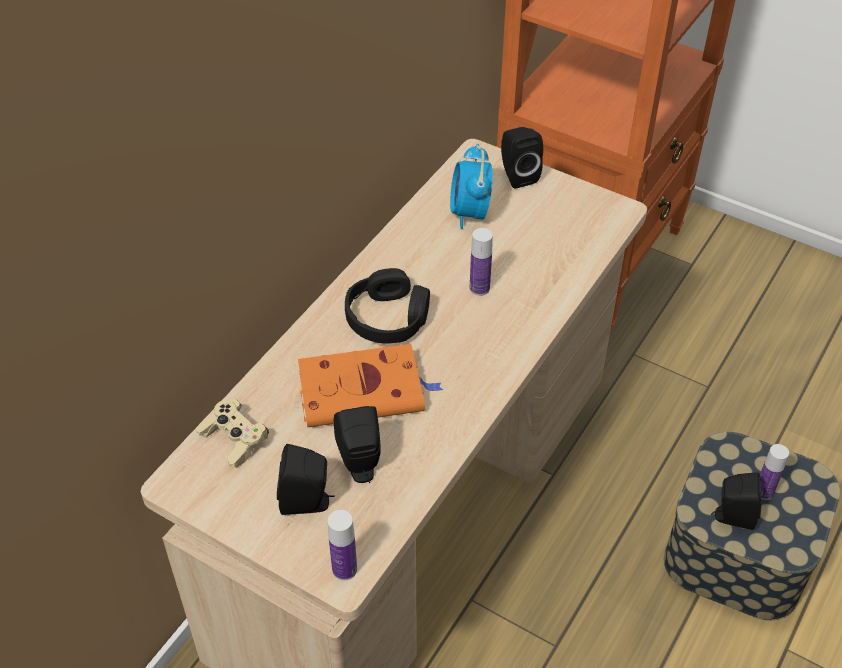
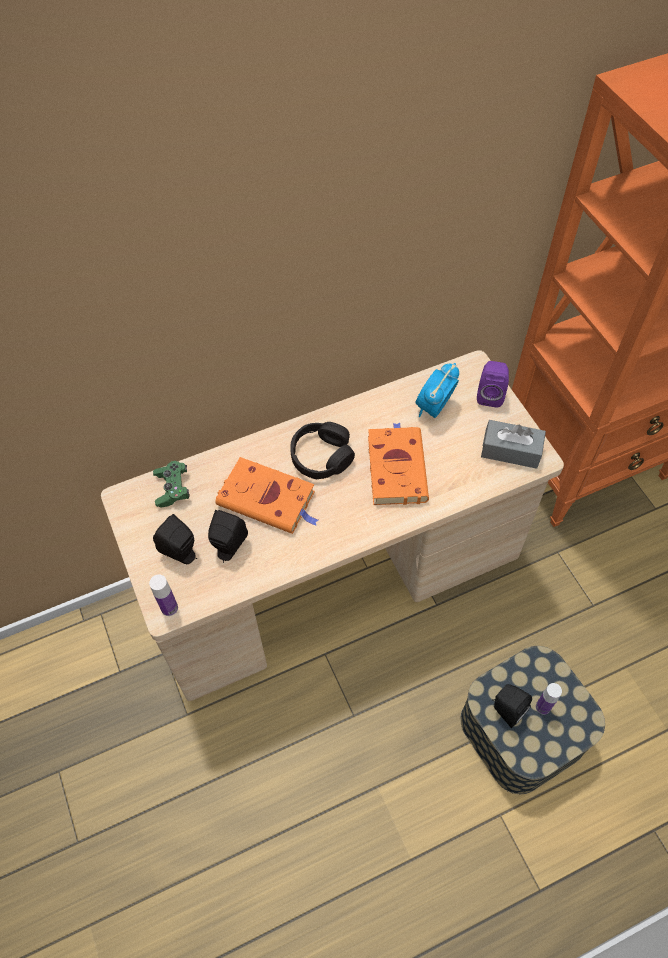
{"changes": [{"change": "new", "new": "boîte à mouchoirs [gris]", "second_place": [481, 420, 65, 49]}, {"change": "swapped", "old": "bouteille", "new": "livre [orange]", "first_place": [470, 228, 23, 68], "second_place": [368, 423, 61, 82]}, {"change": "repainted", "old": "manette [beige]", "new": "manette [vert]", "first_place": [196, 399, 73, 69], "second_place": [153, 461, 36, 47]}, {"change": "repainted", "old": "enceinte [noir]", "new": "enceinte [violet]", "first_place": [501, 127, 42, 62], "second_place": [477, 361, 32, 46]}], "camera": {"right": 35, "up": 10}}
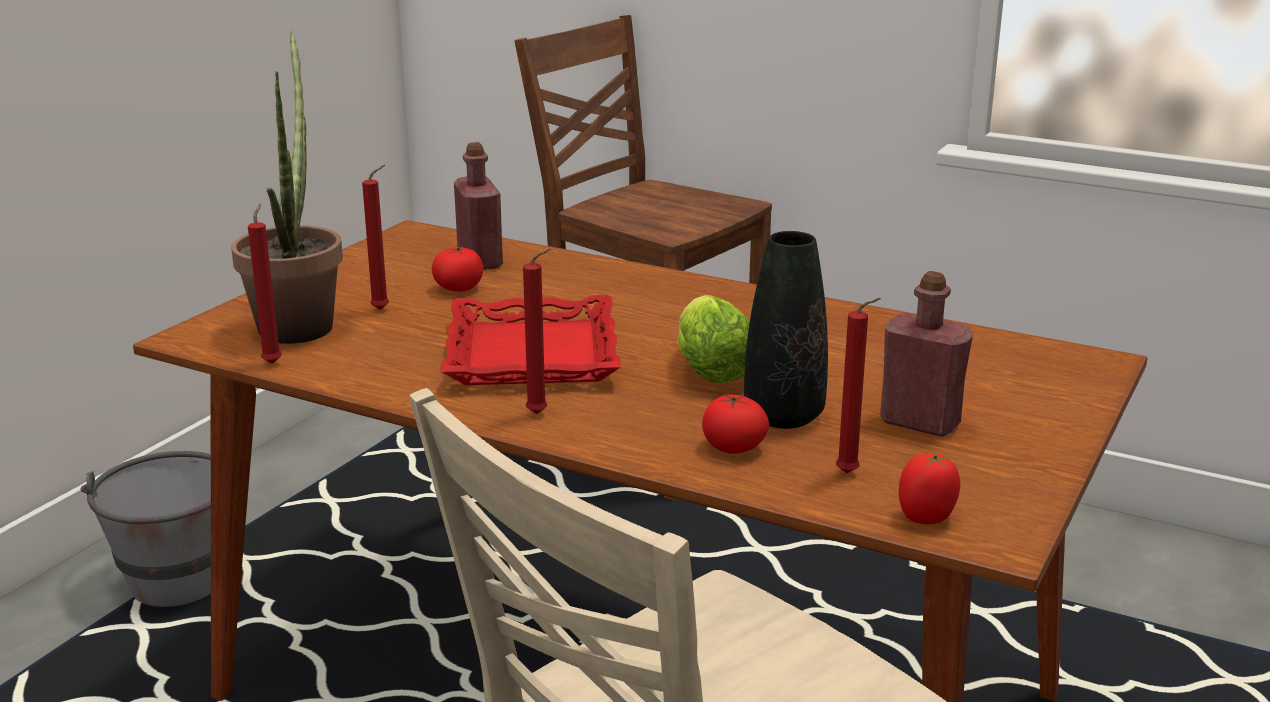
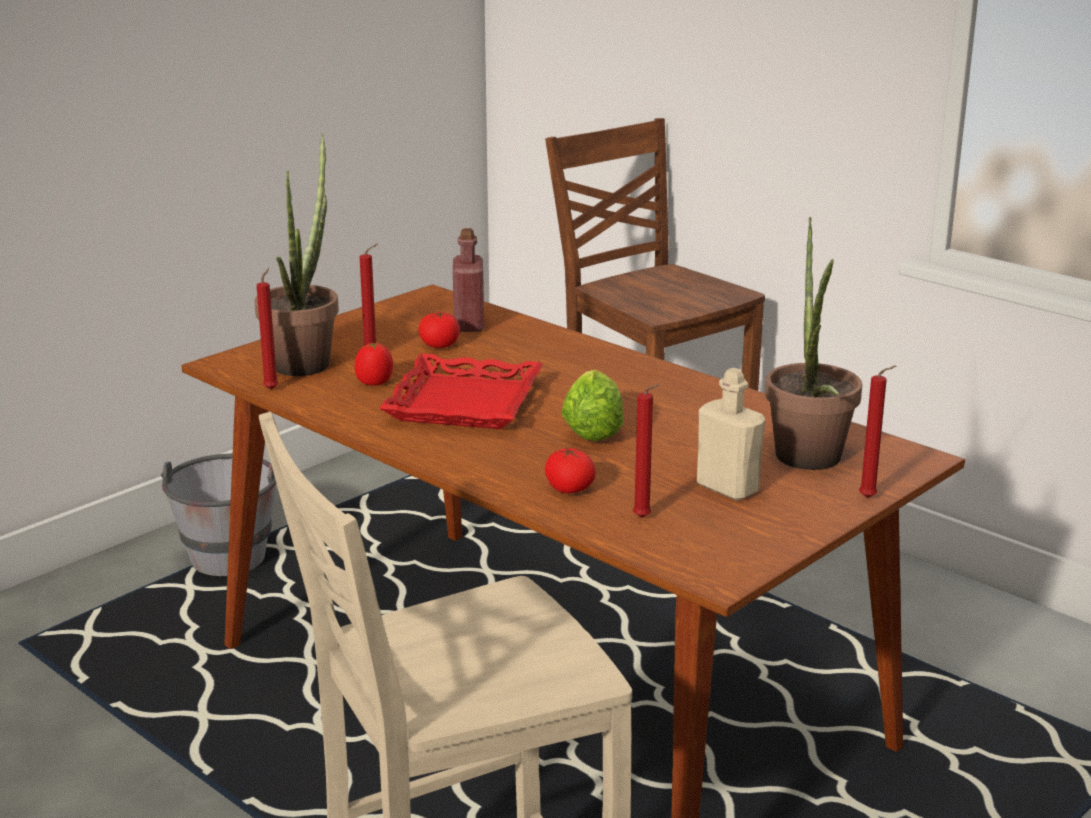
{"changes": [{"change": "gone", "old": "vase [noir]", "first_place": [744, 231, 84, 198]}, {"change": "new", "new": "plante en pot", "second_place": [765, 217, 97, 253]}, {"change": "shifted", "old": "bougie [rouge]", "first_place": [523, 248, 28, 166], "second_place": [859, 366, 37, 132]}, {"change": "shifted", "old": "tomate", "first_place": [899, 452, 61, 72], "second_place": [355, 343, 38, 42]}, {"change": "repainted", "old": "bouteille [rouge]", "new": "bouteille [beige]", "first_place": [880, 271, 93, 166], "second_place": [697, 368, 68, 133]}], "camera": {"right": 15, "up": 0}}
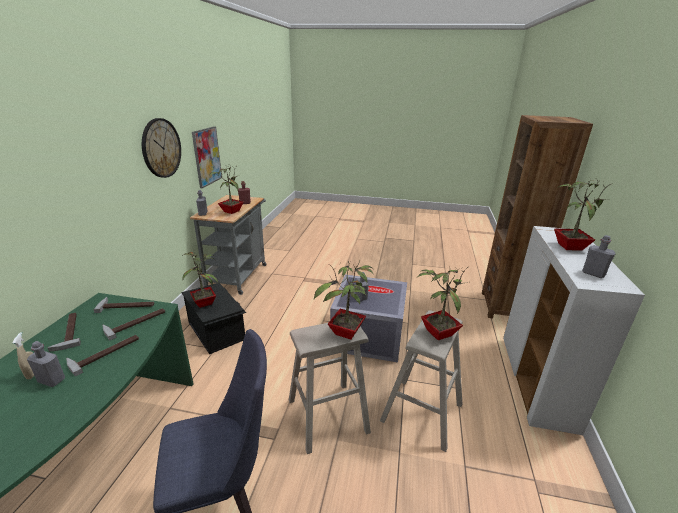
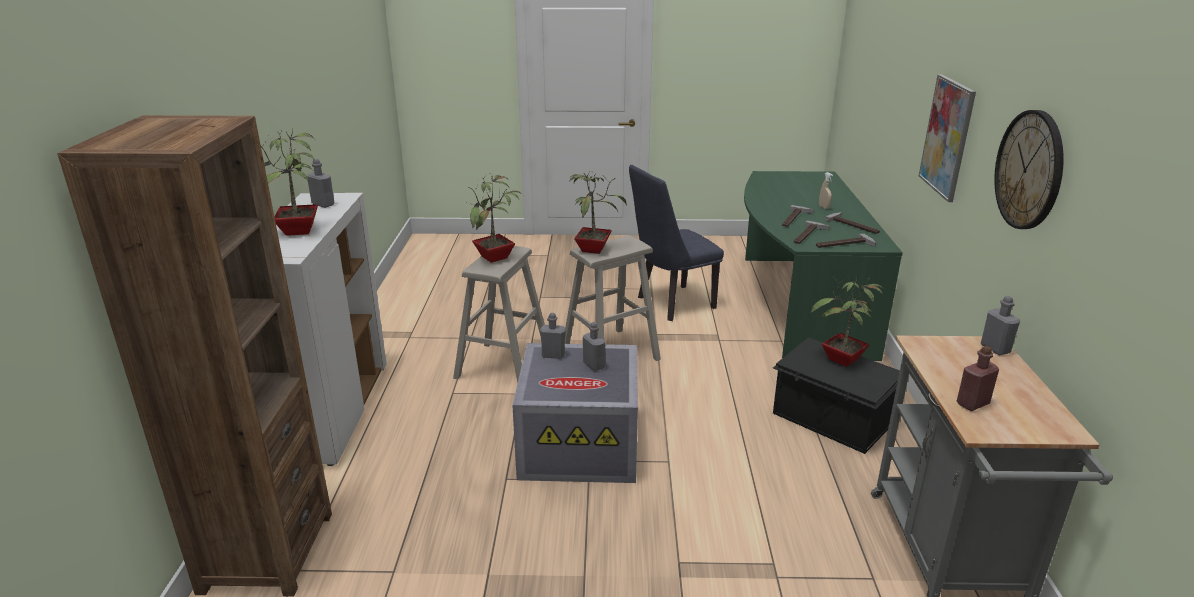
{"changes": [{"change": "gone", "old": "plante en pot", "first_place": [208, 165, 36, 49]}, {"change": "shifted", "old": "bouteille [gris]", "first_place": [27, 341, 38, 46], "second_place": [540, 313, 26, 46]}, {"change": "shifted", "old": "tableau", "first_place": [192, 126, 30, 62], "second_place": [919, 74, 57, 128]}], "camera": {"right": 170, "up": 0}}
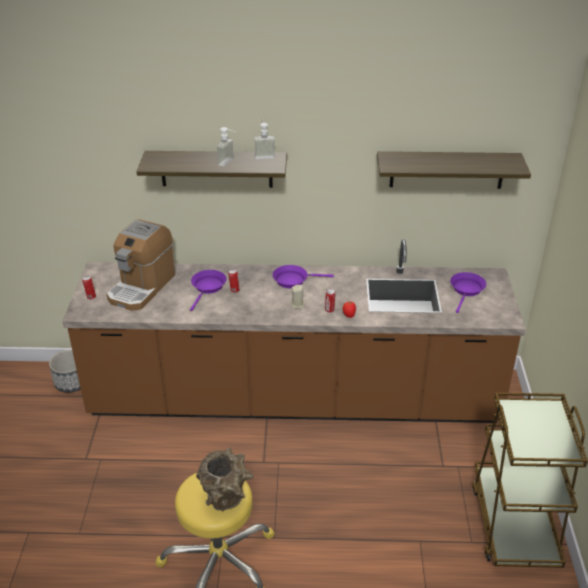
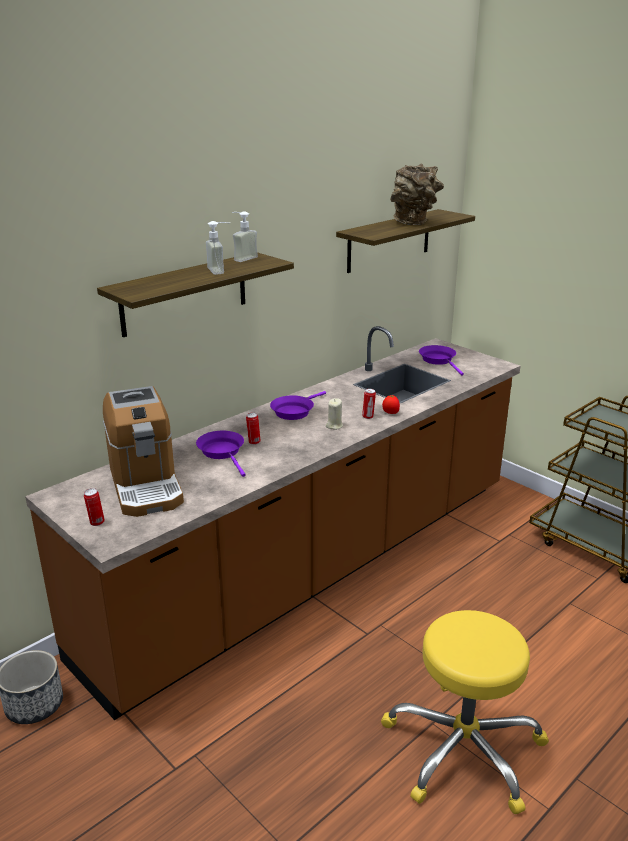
{"changes": [{"change": "shifted", "old": "vase [marron]", "first_place": [196, 448, 57, 63], "second_place": [390, 164, 54, 61]}], "camera": {"right": -45, "up": -10}}
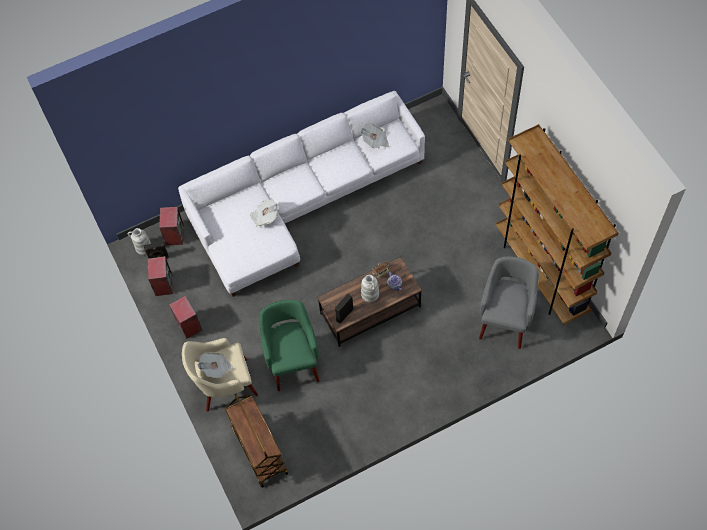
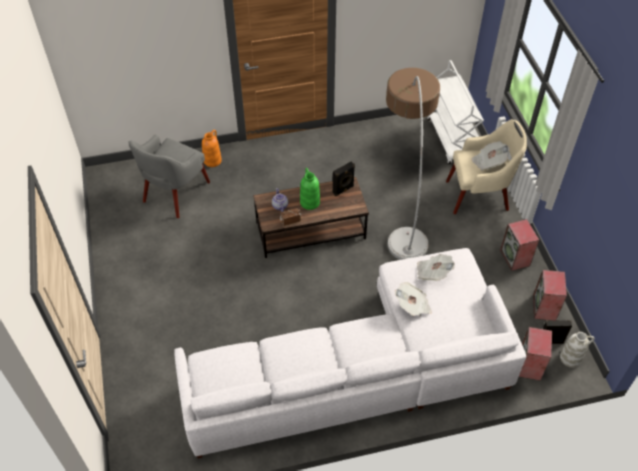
{"changes": [{"change": "gone", "old": "bibliothèque [marron]", "first_place": [496, 124, 122, 201]}, {"change": "new", "new": "vase [orange]", "second_place": [202, 130, 20, 37]}, {"change": "shifted", "old": "journal", "first_place": [360, 123, 29, 25], "second_place": [417, 254, 38, 27]}, {"change": "swapped", "old": "fauteuil [vert]", "new": "lampadaire", "first_place": [259, 300, 61, 91], "second_place": [386, 68, 54, 192]}, {"change": "repainted", "old": "chariot [marron]", "new": "chariot [blanc]", "first_place": [225, 394, 63, 94], "second_place": [427, 60, 57, 104]}, {"change": "repainted", "old": "vase [blanc]", "new": "vase [vert]", "first_place": [361, 275, 18, 27], "second_place": [300, 168, 20, 42]}], "camera": {"right": -170, "up": -10}}
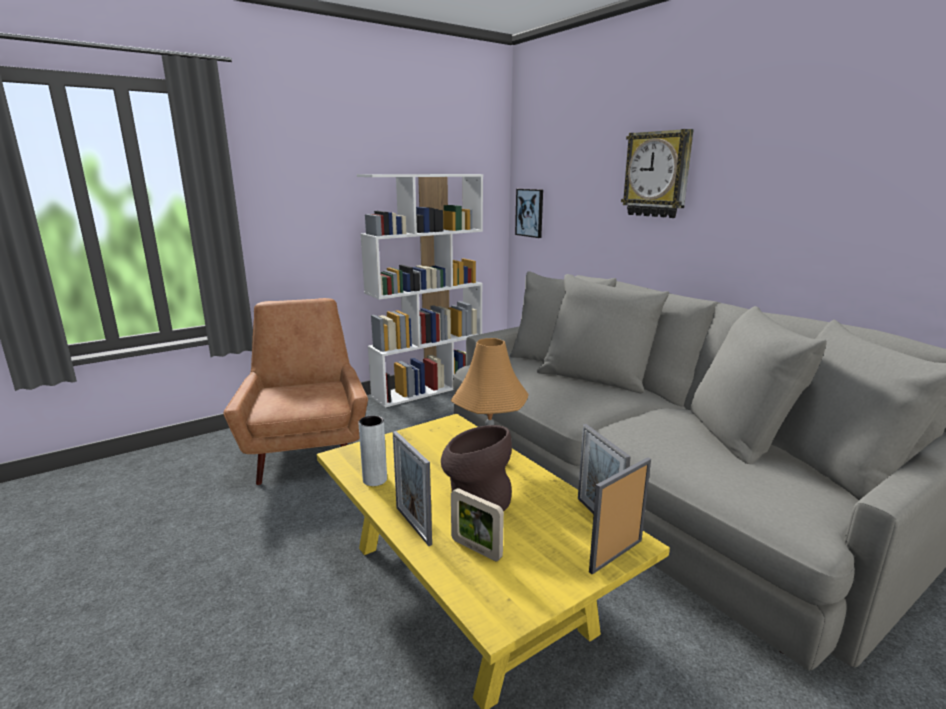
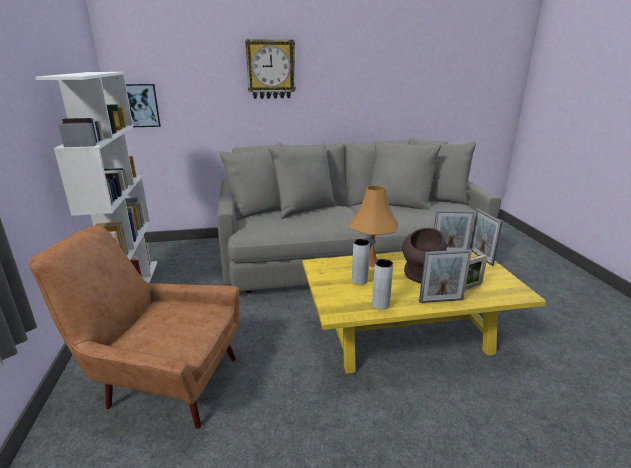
{"changes": [{"change": "new", "new": "vase [gris]", "second_place": [352, 239, 18, 46]}], "camera": {"right": -65, "up": 5}}
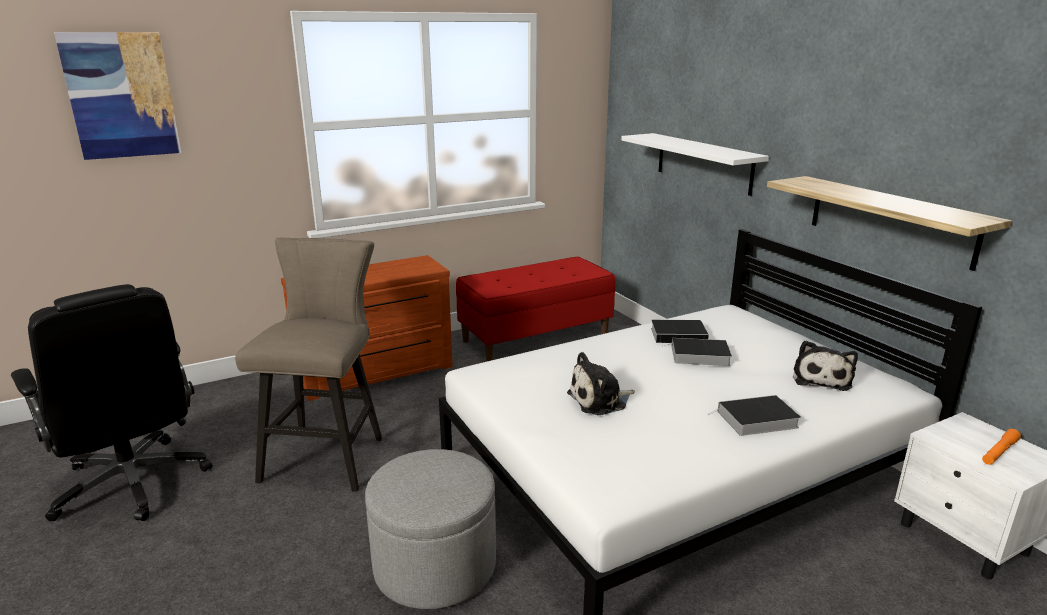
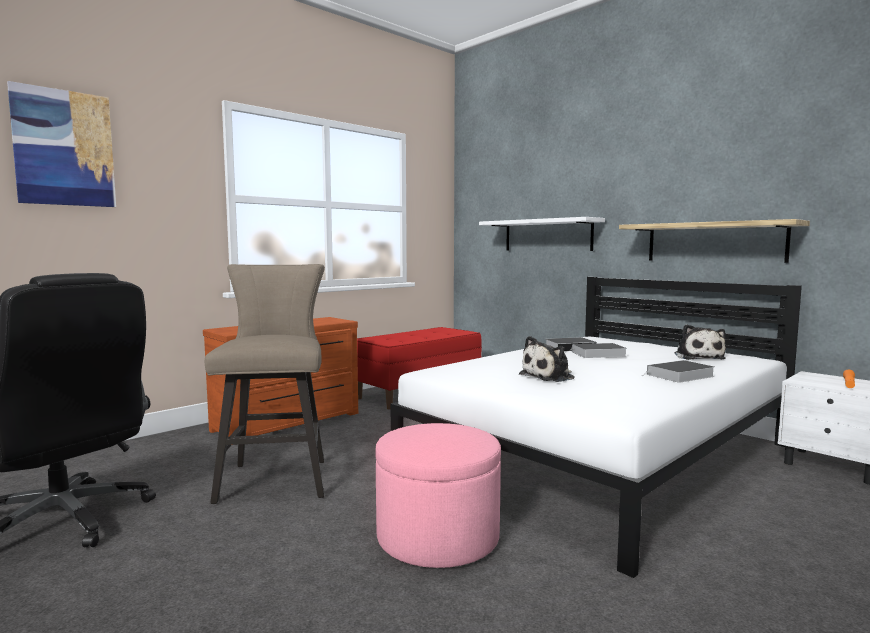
{"changes": [{"change": "repainted", "old": "pouf [gris]", "new": "pouf [rose]", "first_place": [365, 449, 131, 160], "second_place": [375, 423, 126, 145]}], "camera": {"right": -15, "up": -15}}
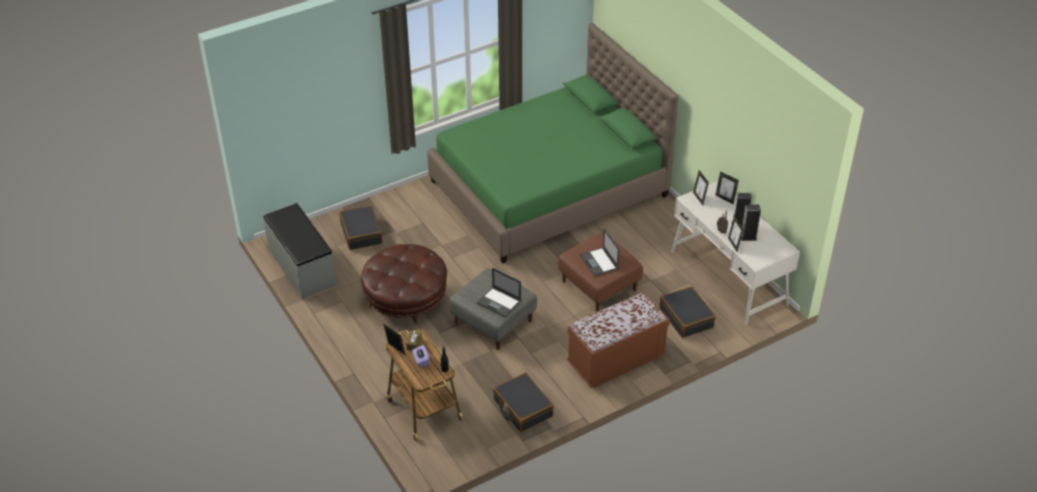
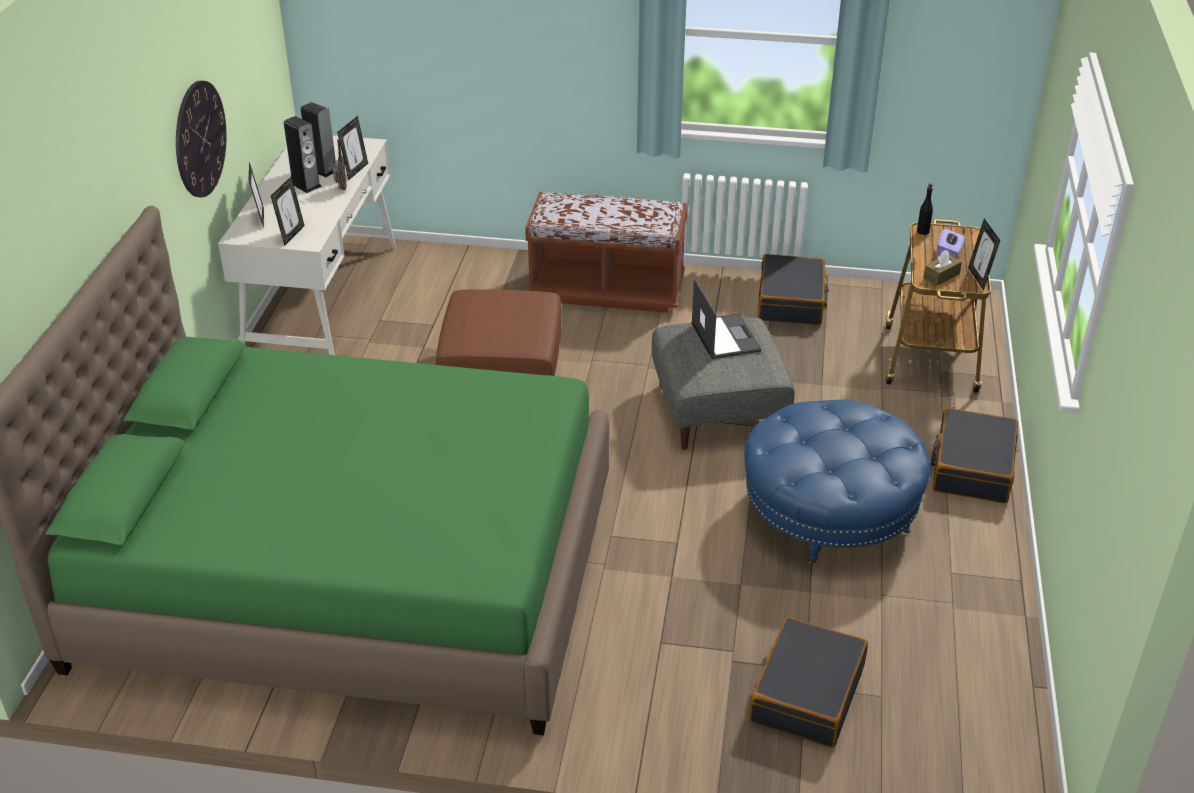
{"changes": [{"change": "gone", "old": "banc [gris]", "first_place": [263, 203, 73, 96]}, {"change": "gone", "old": "ordinateur portable", "first_place": [580, 228, 40, 48]}, {"change": "new", "new": "horloge murale", "second_place": [176, 81, 51, 116]}, {"change": "shifted", "old": "valise [noir]", "first_place": [660, 286, 56, 52], "second_place": [931, 408, 87, 95]}, {"change": "repainted", "old": "pouf [marron]", "new": "pouf [bleu]", "first_place": [361, 244, 86, 82], "second_place": [744, 399, 187, 167]}], "camera": {"right": -140, "up": -5}}
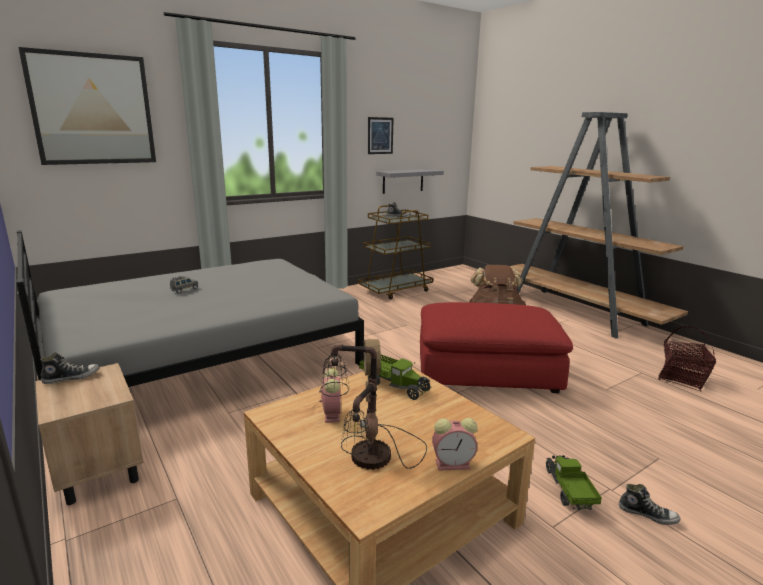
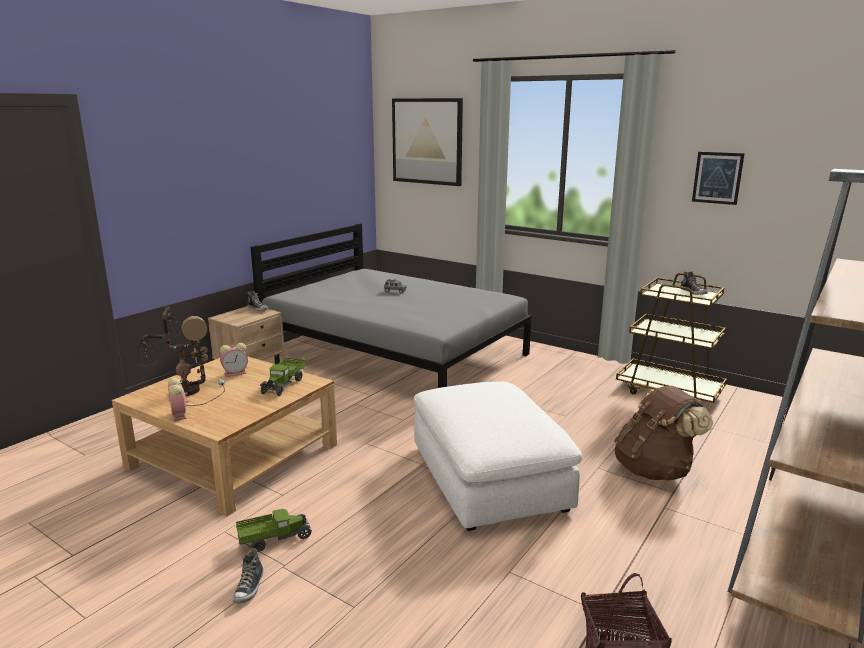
{"changes": [{"change": "gone", "old": "étagère [gris]", "first_place": [376, 169, 68, 25]}, {"change": "repainted", "old": "pouf [rouge]", "new": "pouf [blanc]", "first_place": [420, 302, 153, 91], "second_place": [414, 381, 168, 150]}], "camera": {"right": 70, "up": 0}}
